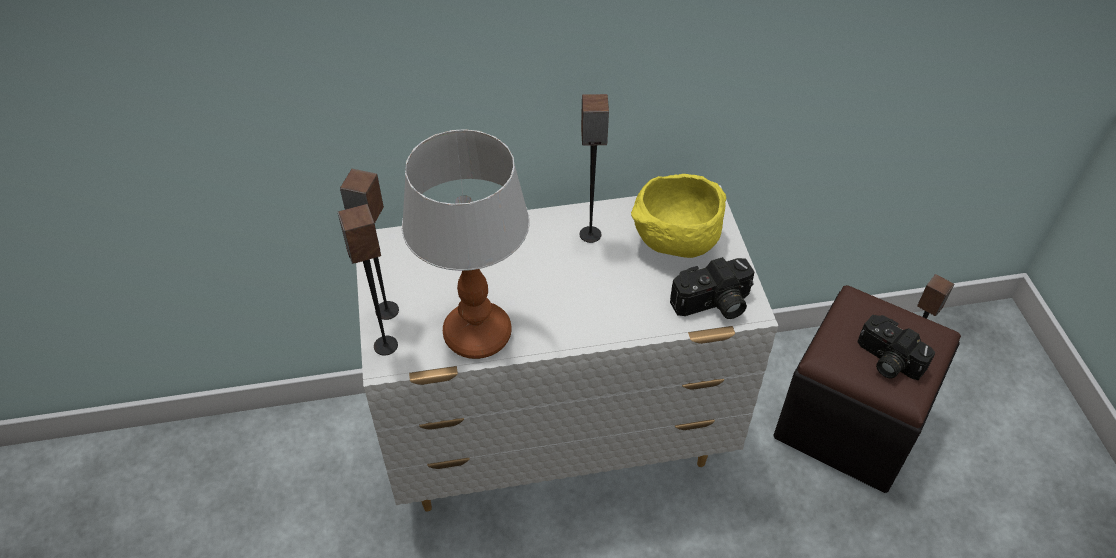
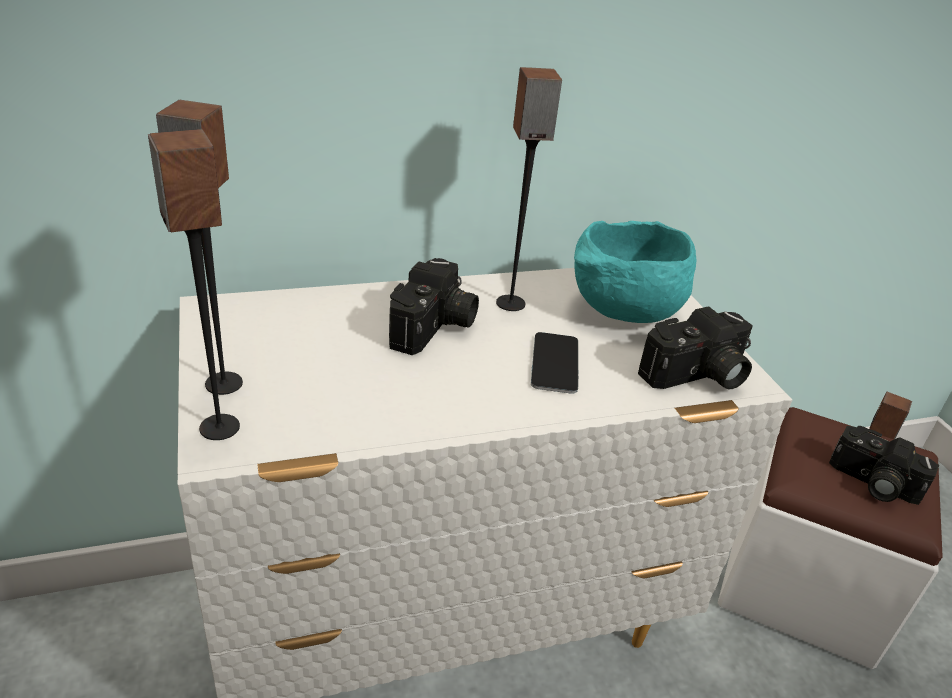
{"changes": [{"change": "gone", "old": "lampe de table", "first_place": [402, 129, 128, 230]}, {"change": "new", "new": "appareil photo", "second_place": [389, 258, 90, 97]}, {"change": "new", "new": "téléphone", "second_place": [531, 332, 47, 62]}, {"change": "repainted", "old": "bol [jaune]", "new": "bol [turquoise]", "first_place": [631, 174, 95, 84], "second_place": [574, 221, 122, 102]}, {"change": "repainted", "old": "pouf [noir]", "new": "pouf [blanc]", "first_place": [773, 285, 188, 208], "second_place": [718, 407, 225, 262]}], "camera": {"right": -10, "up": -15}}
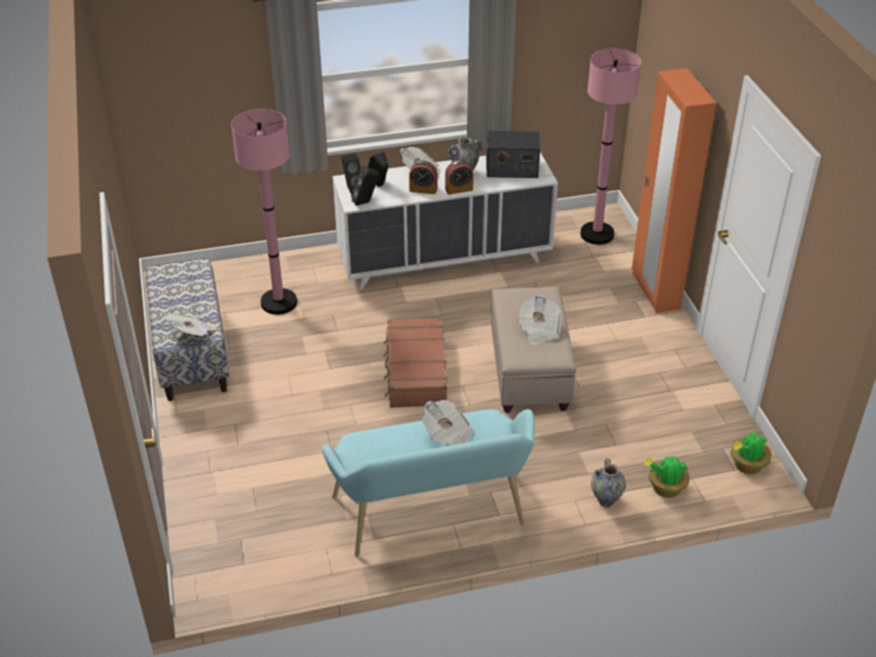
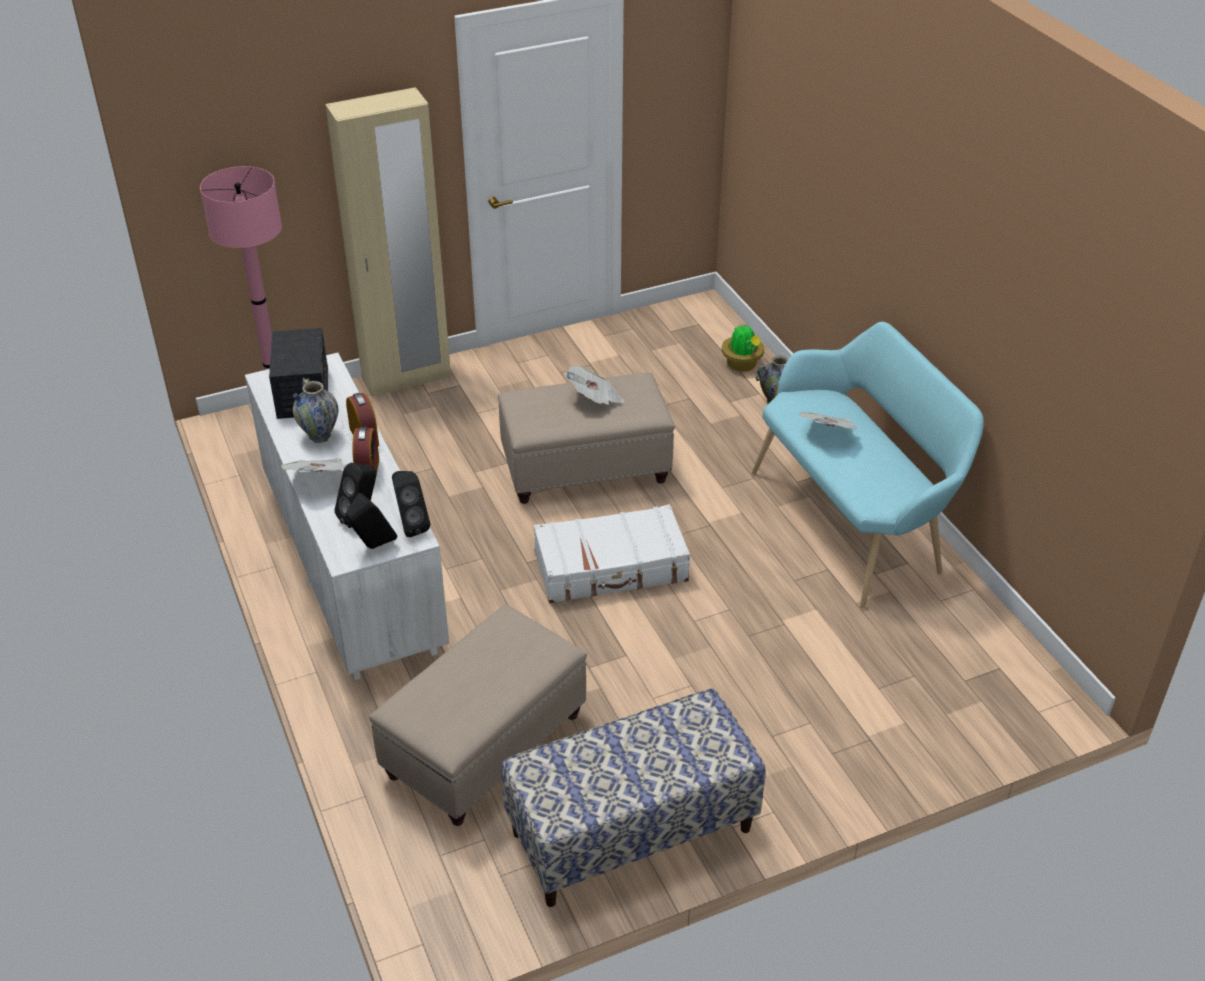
{"changes": [{"change": "gone", "old": "journal", "first_place": [165, 313, 51, 23]}, {"change": "gone", "old": "plante en pot", "first_place": [731, 432, 40, 42]}, {"change": "swapped", "old": "lampadaire [rose]", "new": "pouf [beige]", "first_place": [231, 109, 66, 206], "second_place": [369, 604, 218, 222]}, {"change": "repainted", "old": "valise [marron]", "new": "valise [blanc]", "first_place": [383, 318, 64, 90], "second_place": [534, 504, 156, 99]}, {"change": "repainted", "old": "armoire [orange]", "new": "armoire [beige]", "first_place": [632, 68, 84, 245], "second_place": [325, 87, 126, 310]}], "camera": {"right": -100, "up": 0}}
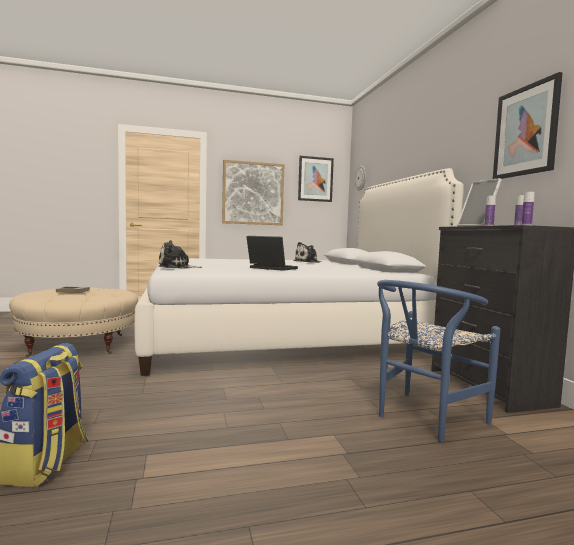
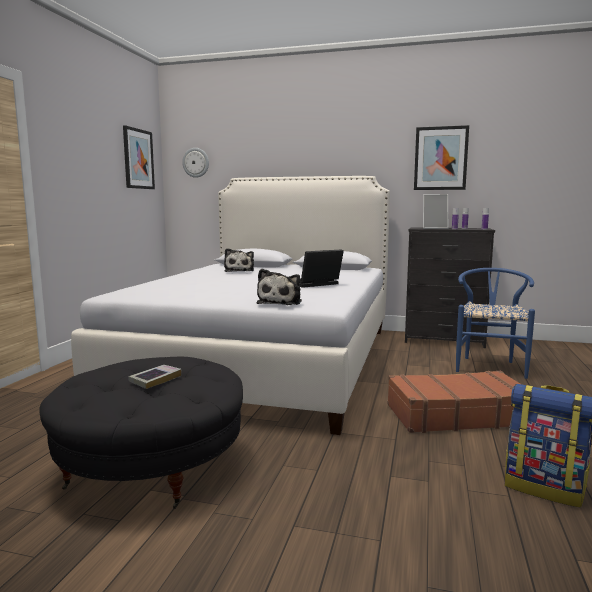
{"changes": [{"change": "gone", "old": "tableau", "first_place": [222, 160, 62, 65]}, {"change": "new", "new": "valise [marron]", "second_place": [388, 371, 132, 62]}, {"change": "repainted", "old": "pouf [beige]", "new": "pouf [noir]", "first_place": [9, 287, 129, 70], "second_place": [39, 357, 204, 152]}, {"change": "rotated", "old": "chaise [bleu]", "first_place": [377, 280, 123, 163], "second_place": [456, 268, 79, 111], "degrees": -150}], "camera": {"right": -60, "up": 5}}
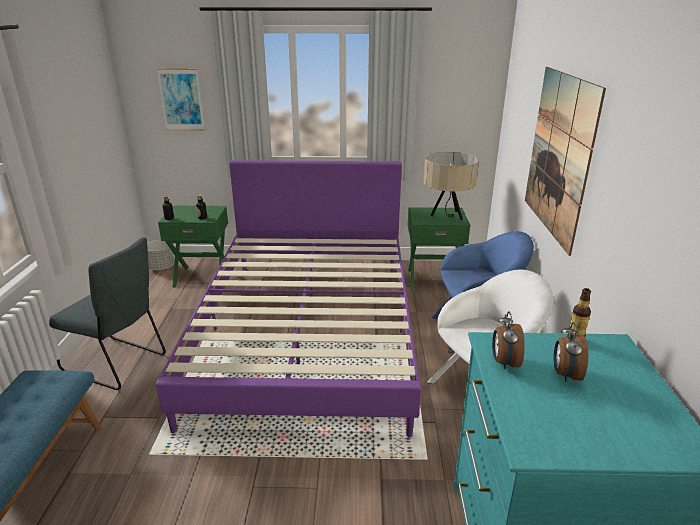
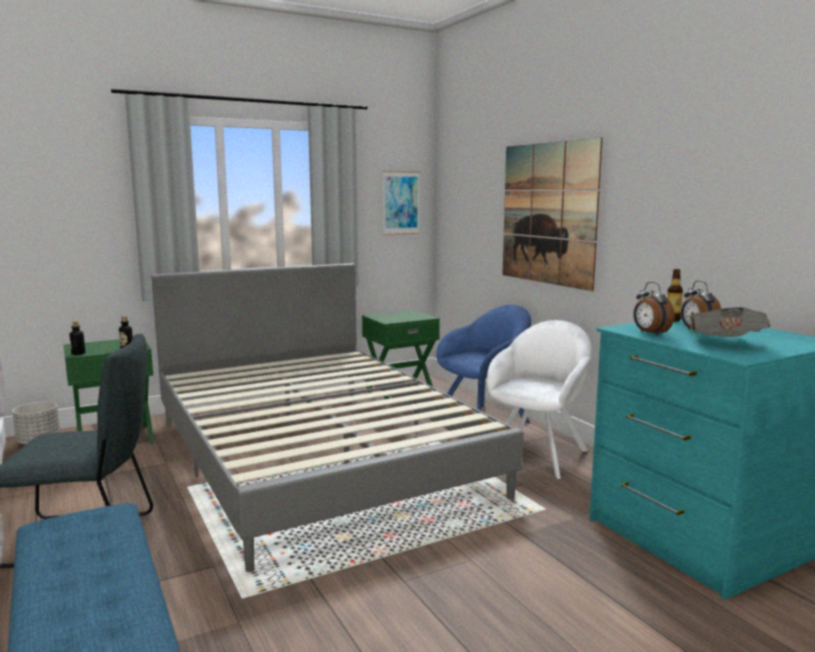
{"changes": [{"change": "gone", "old": "lampe de table [beige]", "first_place": [423, 152, 56, 68]}, {"change": "new", "new": "journal", "second_place": [689, 307, 82, 30]}, {"change": "shifted", "old": "tableau", "first_place": [157, 68, 48, 62], "second_place": [383, 171, 37, 64]}, {"change": "repainted", "old": "lit [violet]", "new": "lit [gris]", "first_place": [156, 160, 265, 278], "second_place": [151, 263, 373, 309]}], "camera": {"right": -30, "up": -15}}
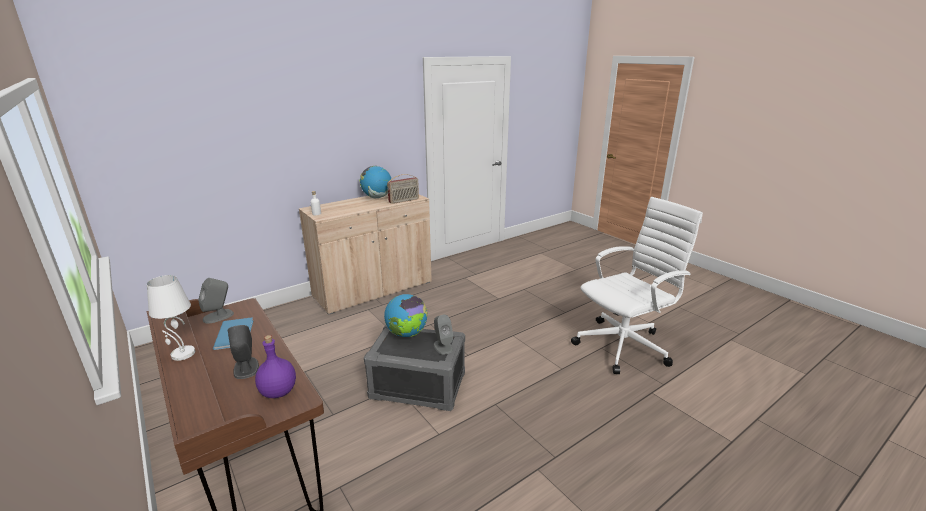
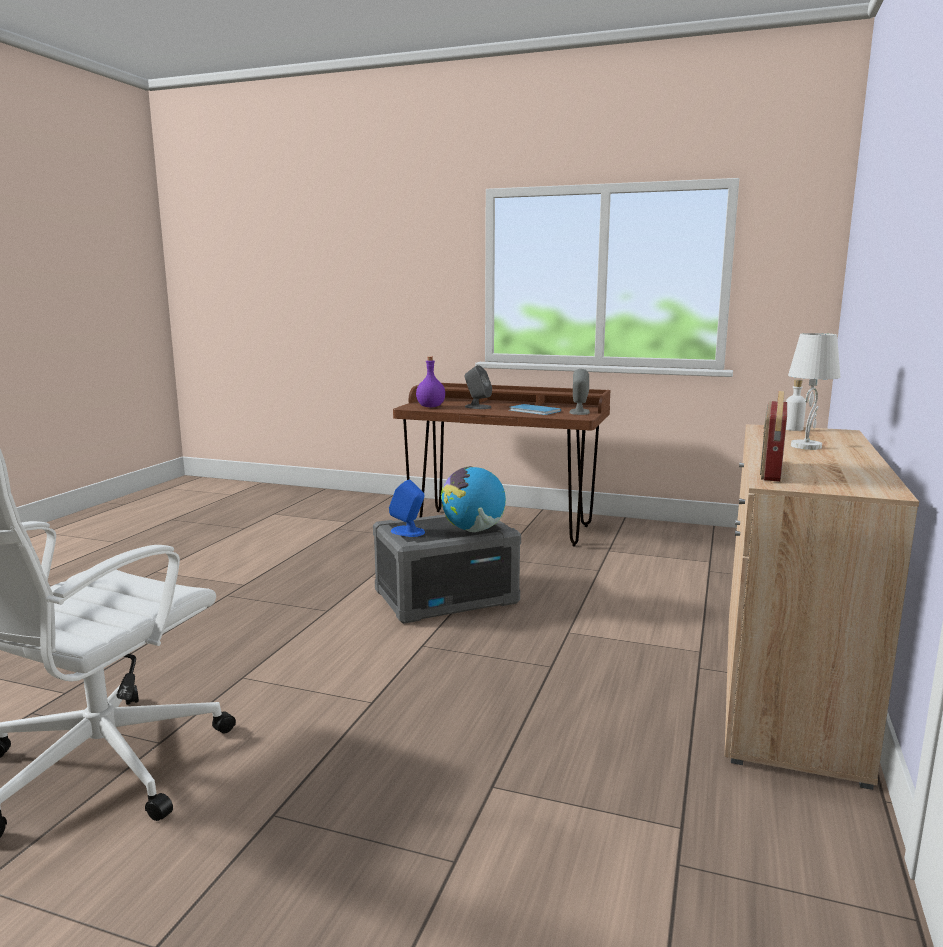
{"changes": [{"change": "gone", "old": "globe", "first_place": [360, 166, 32, 32]}, {"change": "shifted", "old": "lampe de table [blanc]", "first_place": [147, 275, 48, 86], "second_place": [788, 333, 53, 117]}, {"change": "repainted", "old": "enceinte [gris]", "new": "enceinte [bleu]", "first_place": [433, 315, 20, 39], "second_place": [389, 480, 36, 57]}], "camera": {"right": 145, "up": -10}}
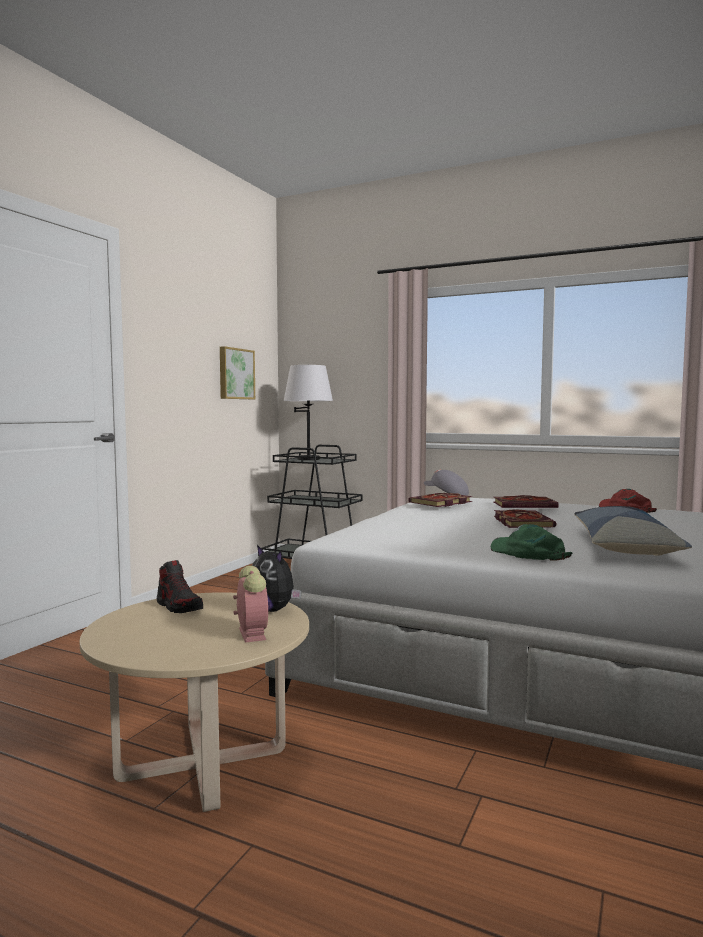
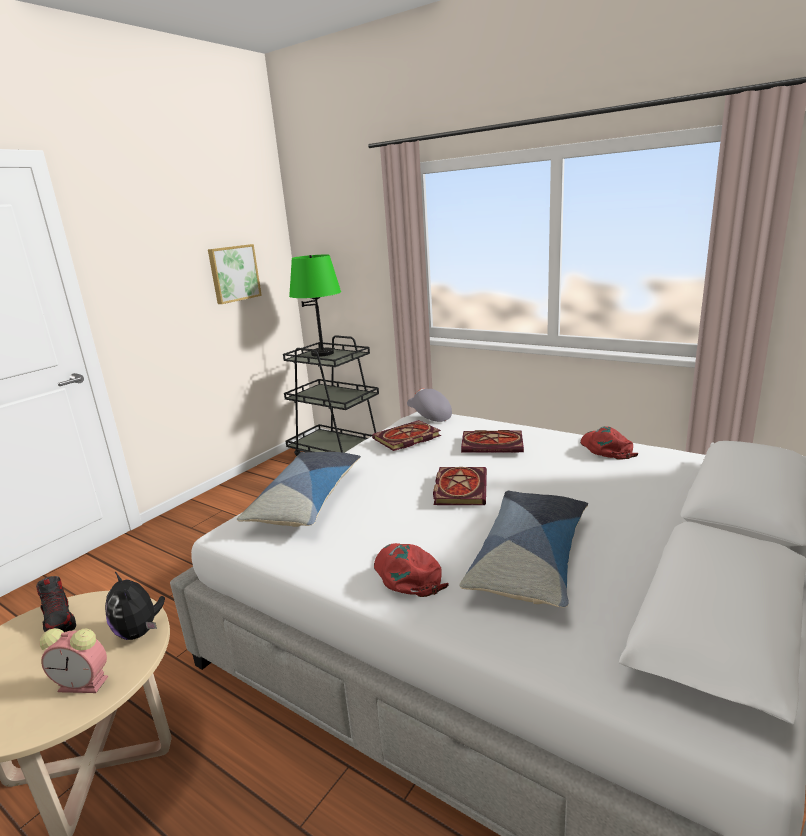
{"changes": [{"change": "new", "new": "coussin", "second_place": [237, 452, 124, 75]}, {"change": "repainted", "old": "lampe de table [blanc]", "new": "lampe de table [vert]", "first_place": [284, 365, 49, 95], "second_place": [289, 255, 52, 102]}, {"change": "repainted", "old": "casquette [vert]", "new": "casquette [rouge]", "first_place": [491, 524, 81, 37], "second_place": [374, 543, 75, 54]}, {"change": "rotated", "old": "réveil", "first_place": [233, 566, 36, 76], "second_place": [39, 628, 70, 65], "degrees": 105}], "camera": {"right": 10, "up": 15}}
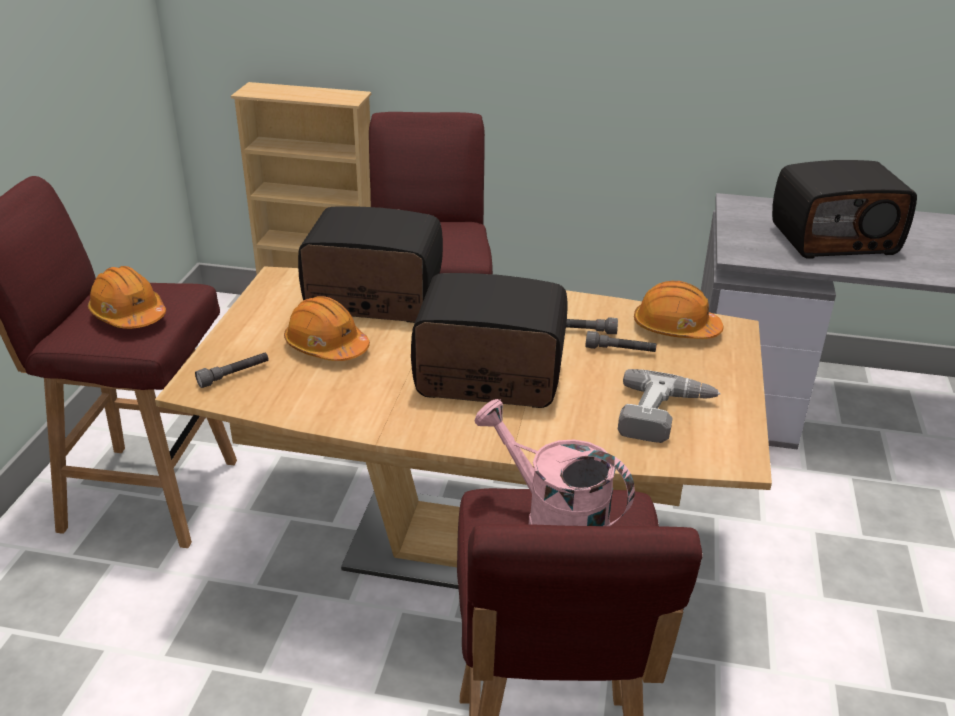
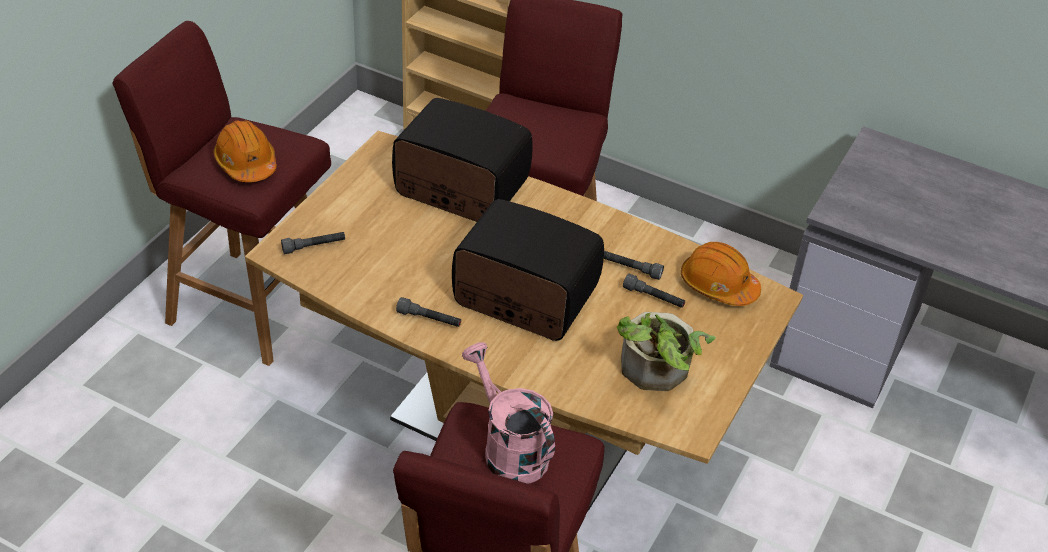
{"changes": [{"change": "gone", "old": "casque de chantier [orange]", "first_place": [284, 296, 86, 65]}, {"change": "gone", "old": "radio", "first_place": [772, 160, 145, 99]}, {"change": "new", "new": "lampe de poche [gris]", "second_place": [396, 297, 65, 30]}, {"change": "swapped", "old": "perceuse", "new": "plante en pot", "first_place": [618, 369, 103, 74], "second_place": [617, 312, 99, 79]}], "camera": {"right": 15, "up": 10}}
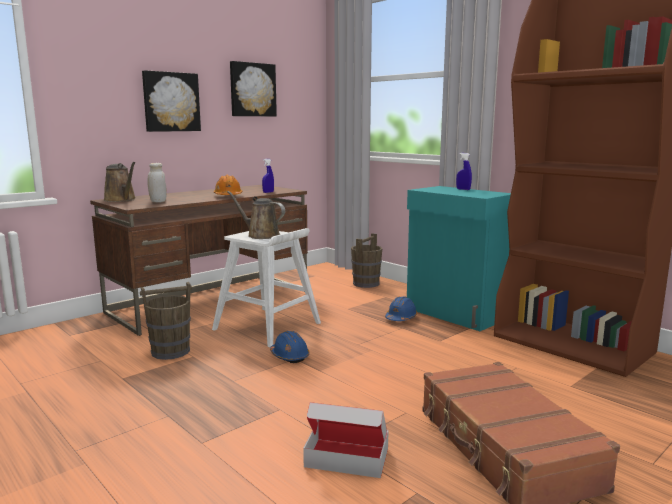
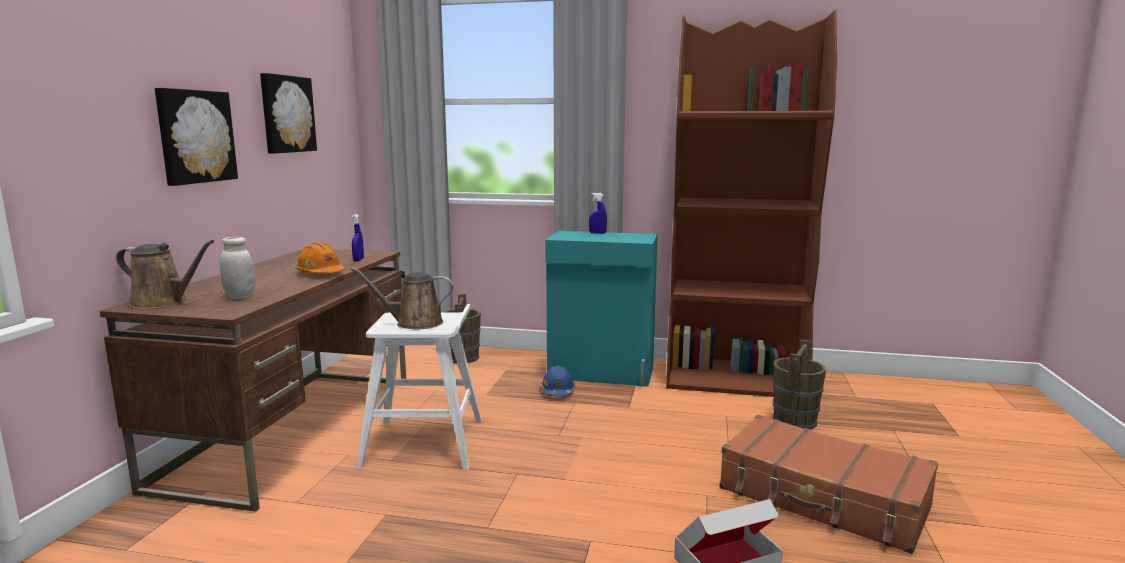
{"changes": [{"change": "gone", "old": "casque de chantier [bleu]", "first_place": [270, 331, 39, 32]}, {"change": "shifted", "old": "seau [marron]", "first_place": [140, 282, 52, 78], "second_place": [773, 340, 53, 89]}], "camera": {"right": -35, "up": 0}}
